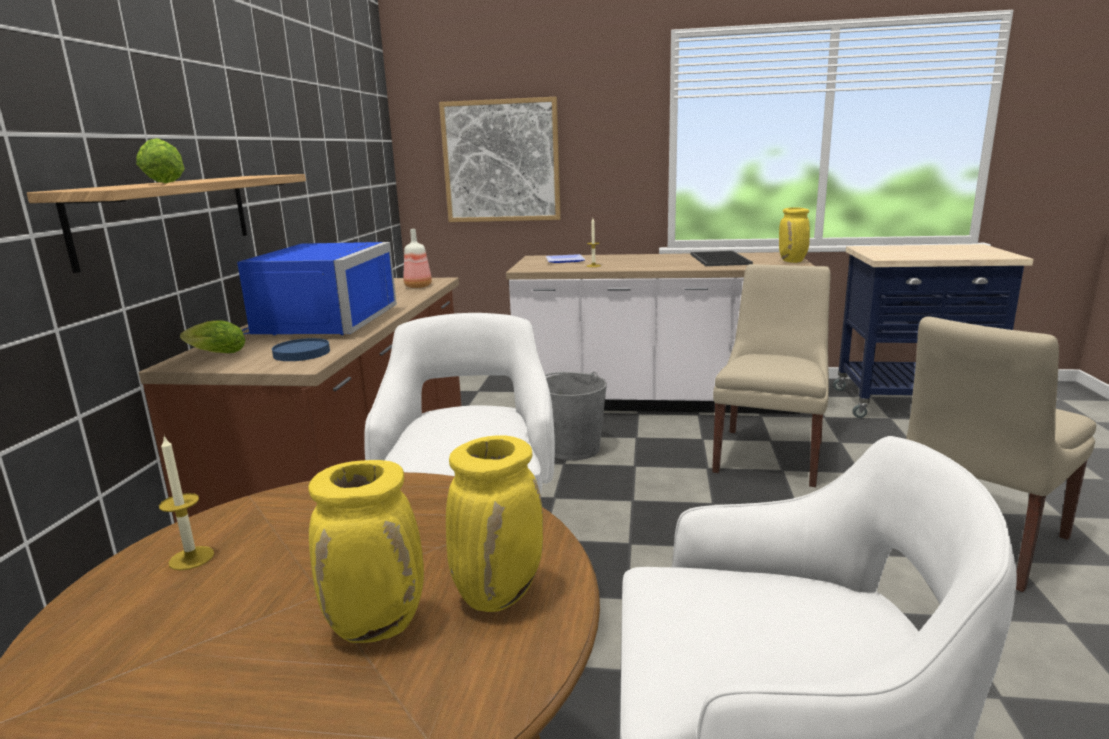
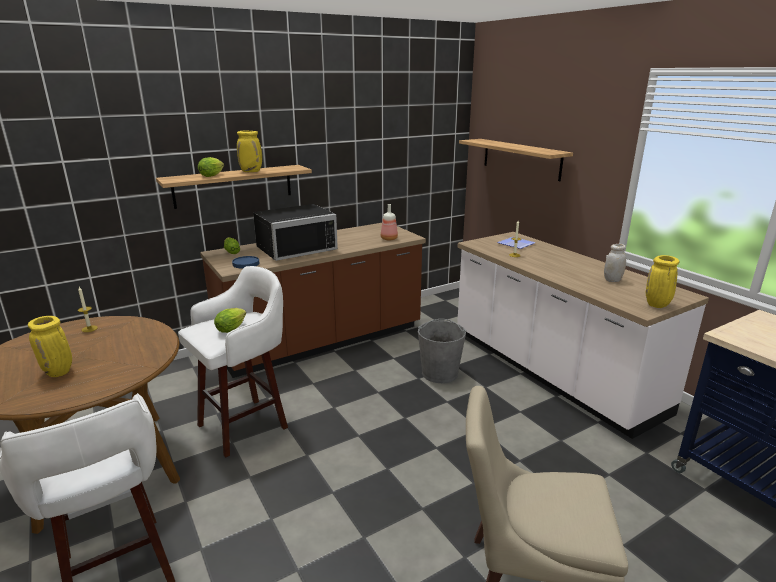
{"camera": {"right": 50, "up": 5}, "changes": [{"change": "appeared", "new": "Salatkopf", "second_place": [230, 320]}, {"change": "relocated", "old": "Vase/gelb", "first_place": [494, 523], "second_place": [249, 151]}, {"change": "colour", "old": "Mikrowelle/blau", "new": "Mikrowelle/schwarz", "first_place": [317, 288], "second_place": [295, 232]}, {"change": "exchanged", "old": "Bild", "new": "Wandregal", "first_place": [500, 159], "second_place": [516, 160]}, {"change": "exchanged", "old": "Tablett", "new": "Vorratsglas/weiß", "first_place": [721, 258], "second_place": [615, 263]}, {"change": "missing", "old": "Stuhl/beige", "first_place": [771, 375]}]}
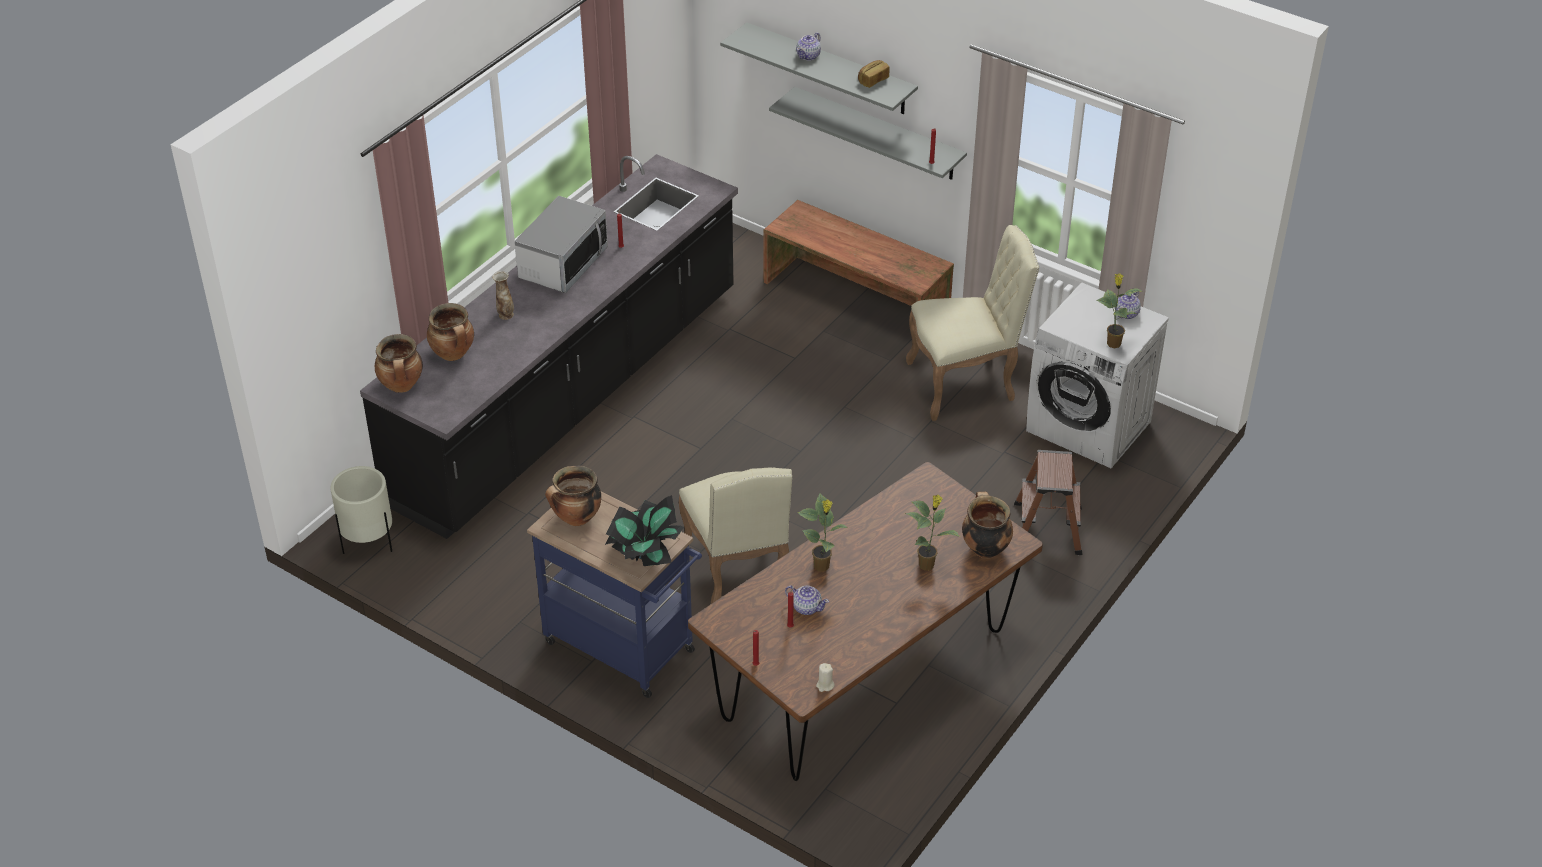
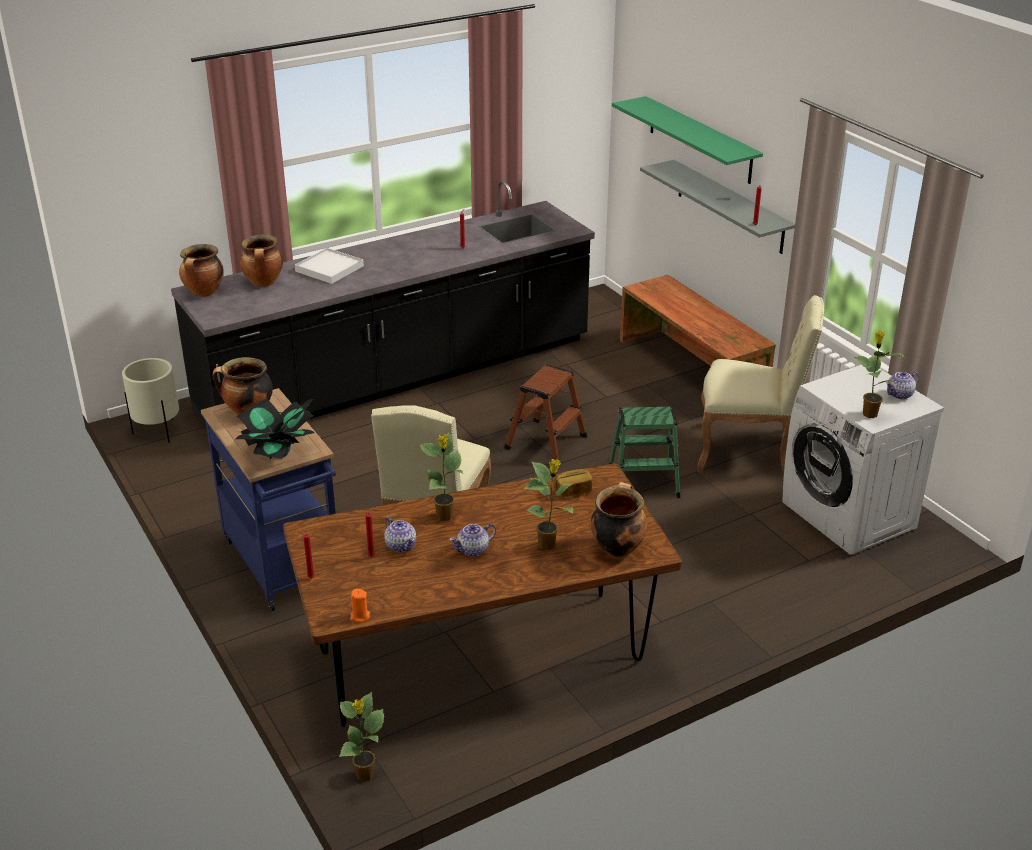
{"camera": {"right": 25, "up": -10}, "changes": [{"change": "exchanged", "old": "Vase", "new": "Tablett/weiß", "first_place": [503, 295], "second_place": [329, 266]}, {"change": "appeared", "new": "Topfpflanze", "second_place": [361, 737]}, {"change": "colour", "old": "Kerze/beige", "new": "Kerze/orange", "first_place": [825, 677], "second_place": [360, 605]}, {"change": "relocated", "old": "Teekanne", "first_place": [808, 47], "second_place": [472, 540]}, {"change": "relocated", "old": "Trittleiter/braun", "first_place": [1048, 502], "second_place": [546, 412]}, {"change": "relocated", "old": "Brot", "first_place": [874, 74], "second_place": [572, 483]}, {"change": "appeared", "new": "Trittleiter/grün", "second_place": [644, 452]}, {"change": "colour", "old": "Wandregal/grau", "new": "Wandregal/grün", "first_place": [819, 68], "second_place": [687, 140]}, {"change": "missing", "old": "Mikrowelle", "first_place": [561, 244]}]}
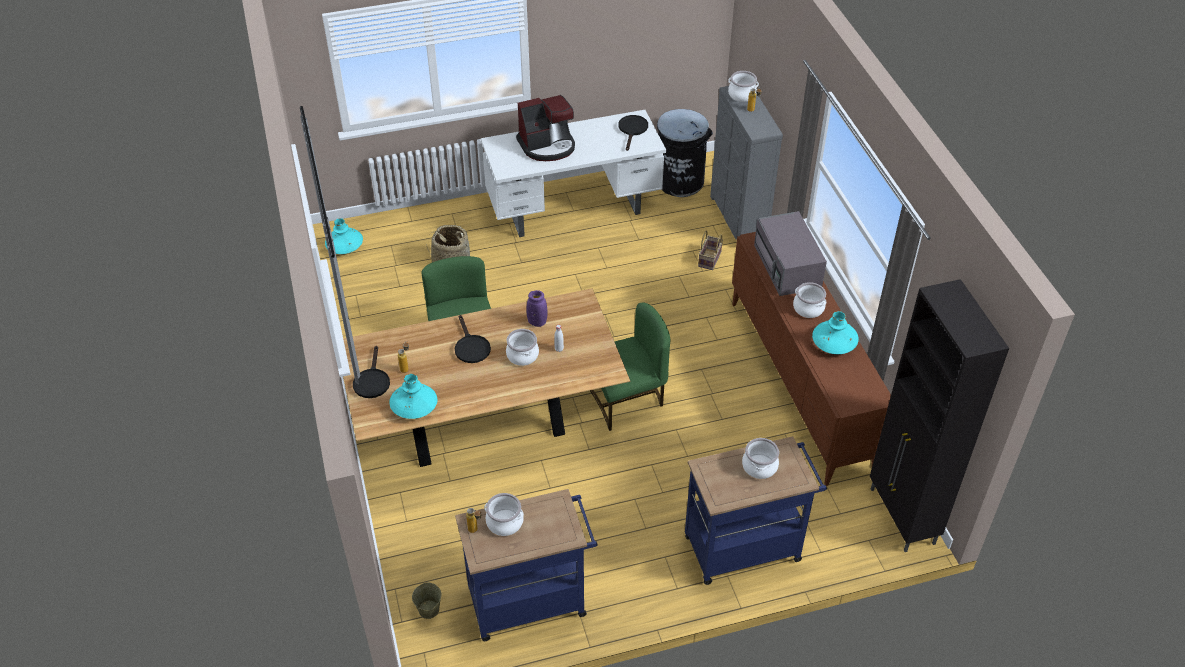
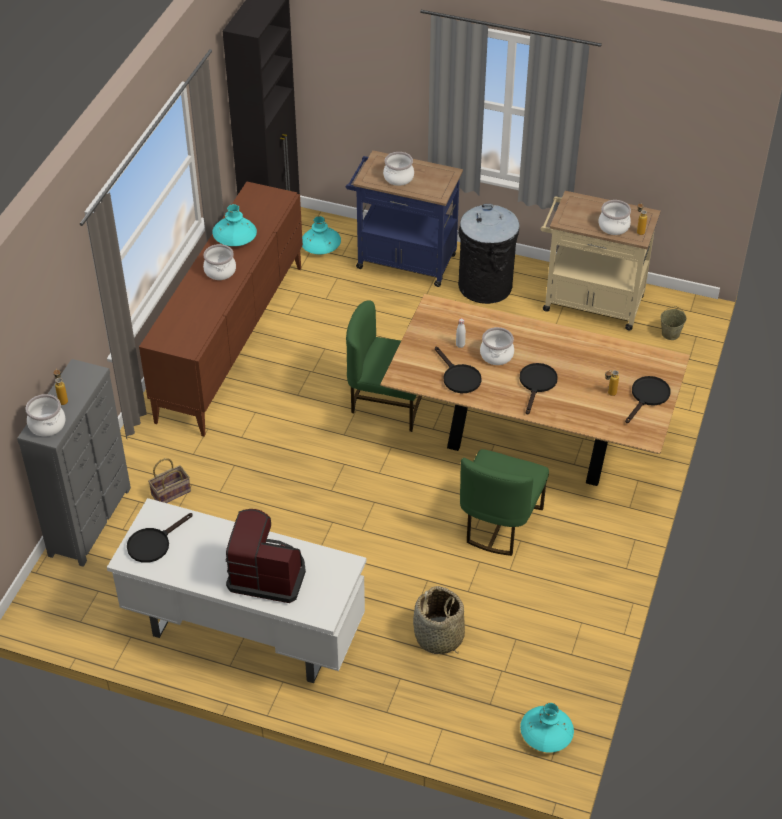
{"camera": {"right": -145, "up": 0}, "changes": [{"change": "relocated", "old": "Vase/türkis", "first_place": [413, 396], "second_place": [321, 235]}, {"change": "exchanged", "old": "Vase/lila", "new": "Pfanne/schwarz", "first_place": [537, 308], "second_place": [458, 370]}, {"change": "relocated", "old": "Mülleimer/schwarz", "first_place": [685, 153], "second_place": [488, 254]}, {"change": "colour", "old": "Rollwagen/blau", "new": "Rollwagen/beige", "first_place": [526, 565], "second_place": [601, 260]}, {"change": "missing", "old": "Mikrowelle/grau", "first_place": [790, 253]}]}
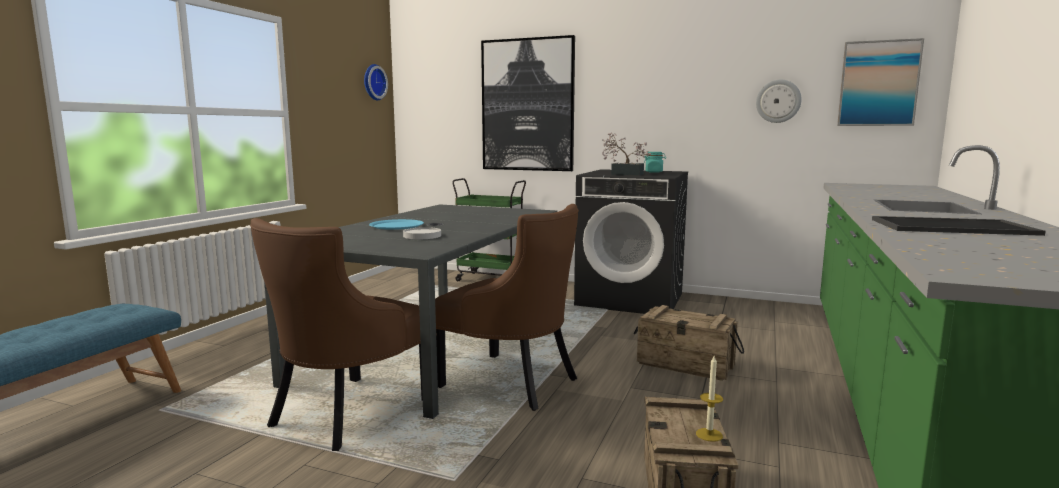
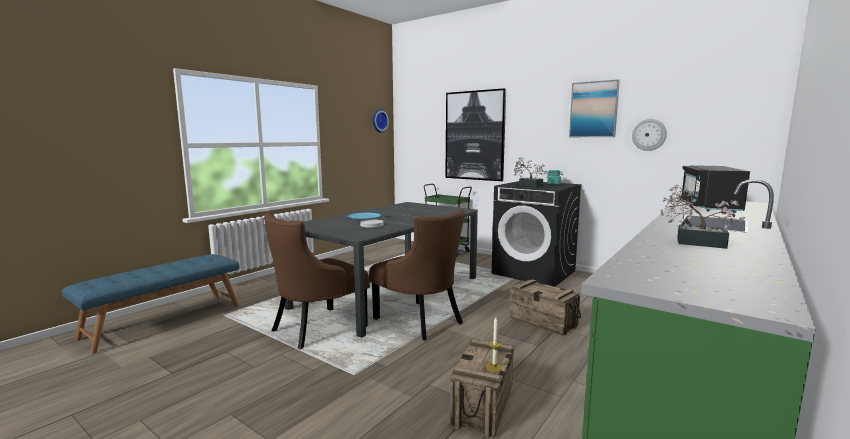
{"camera": {"right": 15, "up": 0}, "changes": [{"change": "relocated", "old": "Bild", "first_place": [880, 82], "second_place": [594, 108]}, {"change": "exchanged", "old": "Tablett", "new": "Topfpflanze", "first_place": [959, 226], "second_place": [702, 216]}, {"change": "appeared", "new": "Mikrowelle/schwarz", "second_place": [715, 189]}]}
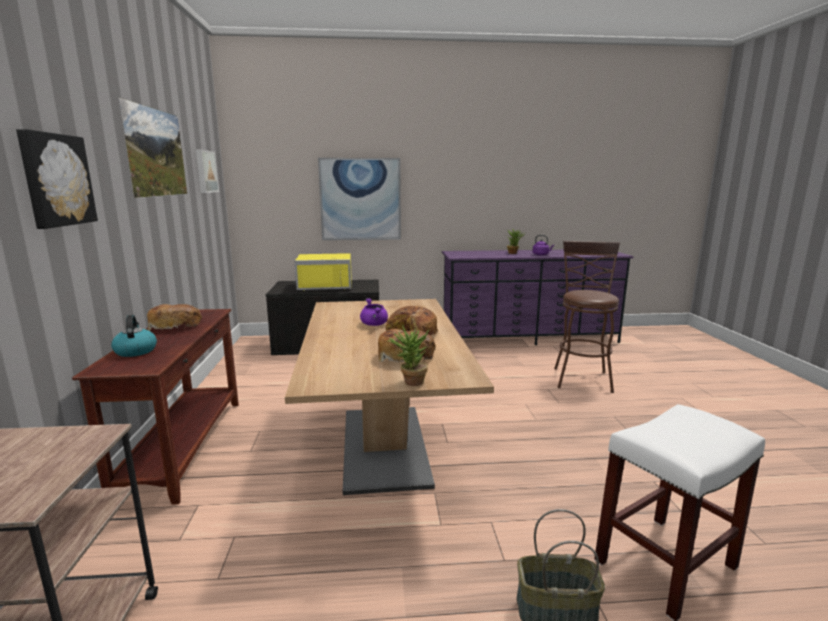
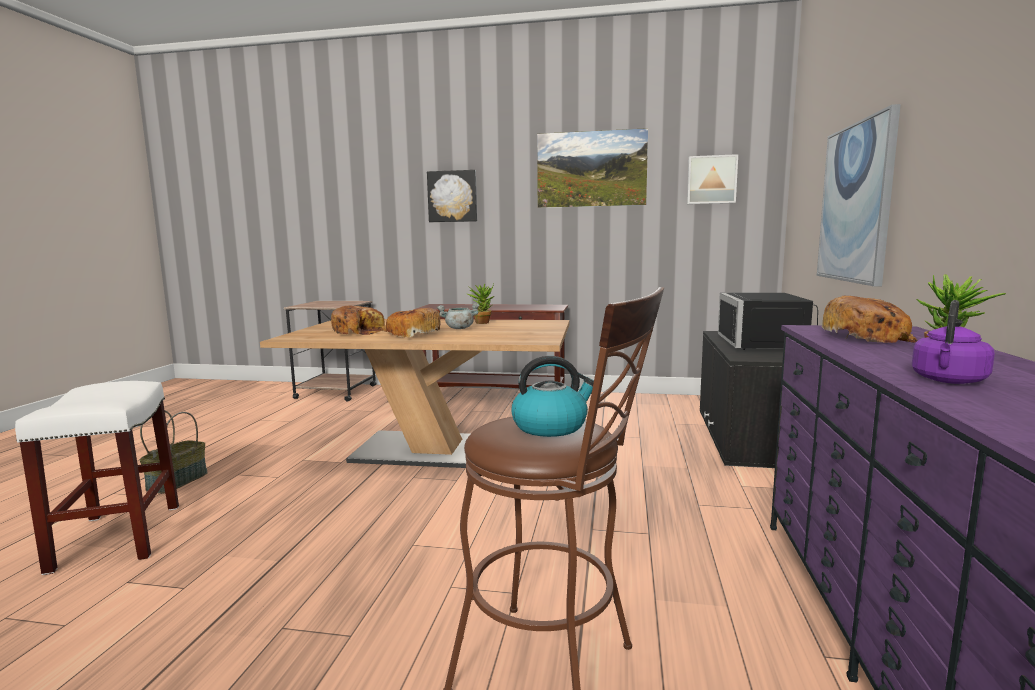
{"camera": {"right": 105, "up": -5}, "changes": [{"change": "colour", "old": "Kochtopf/lila", "new": "Kochtopf/grau", "first_place": [374, 312], "second_place": [458, 316]}, {"change": "relocated", "old": "Topfpflanze", "first_place": [408, 355], "second_place": [481, 303]}, {"change": "relocated", "old": "Wasserkessel", "first_place": [134, 336], "second_place": [553, 396]}, {"change": "colour", "old": "Mikrowelle/gelb", "new": "Mikrowelle/schwarz", "first_place": [323, 272], "second_place": [768, 321]}, {"change": "relocated", "old": "Brot", "first_place": [174, 317], "second_place": [869, 319]}]}
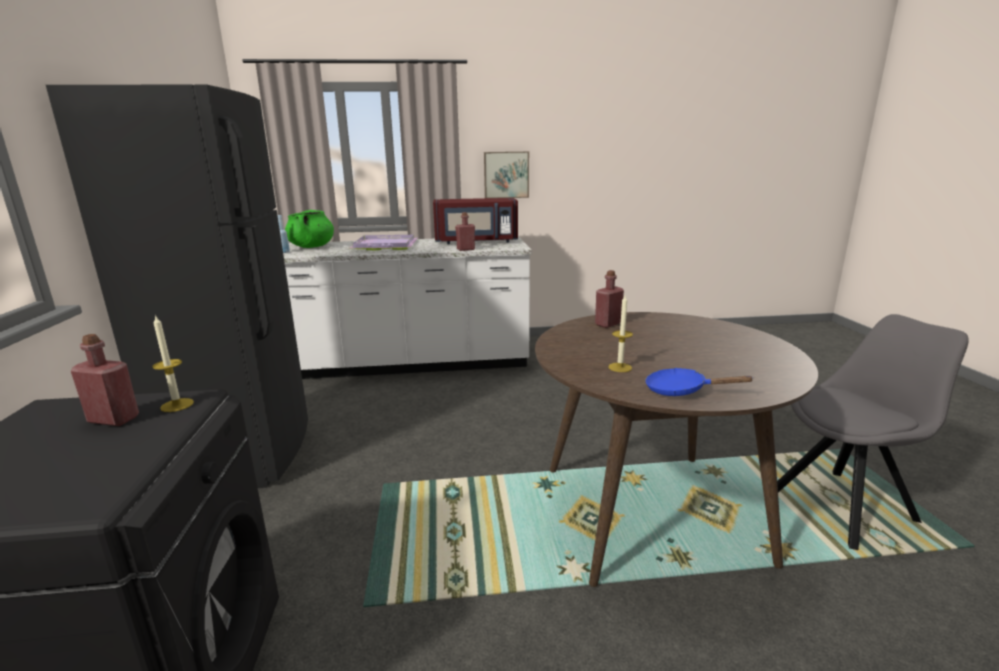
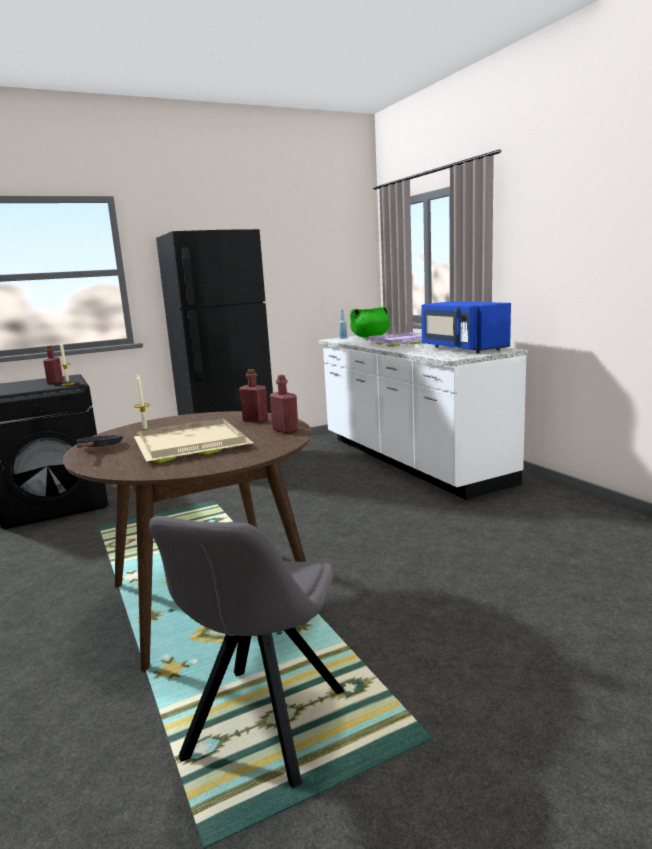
{"camera": {"right": 70, "up": -5}, "changes": [{"change": "colour", "old": "Pfanne/blau", "new": "Pfanne/schwarz", "first_place": [699, 382], "second_place": [100, 441]}, {"change": "appeared", "new": "Tablett/beige", "second_place": [193, 440]}, {"change": "spun", "old": "Stuhl/grau", "first_place": [873, 432], "second_place": [246, 652], "degrees": 60}, {"change": "relocated", "old": "Flasche/rot", "first_place": [465, 231], "second_place": [284, 404]}, {"change": "colour", "old": "Mikrowelle/rot", "new": "Mikrowelle/blau", "first_place": [475, 221], "second_place": [466, 327]}, {"change": "missing", "old": "Bild", "first_place": [506, 175]}]}
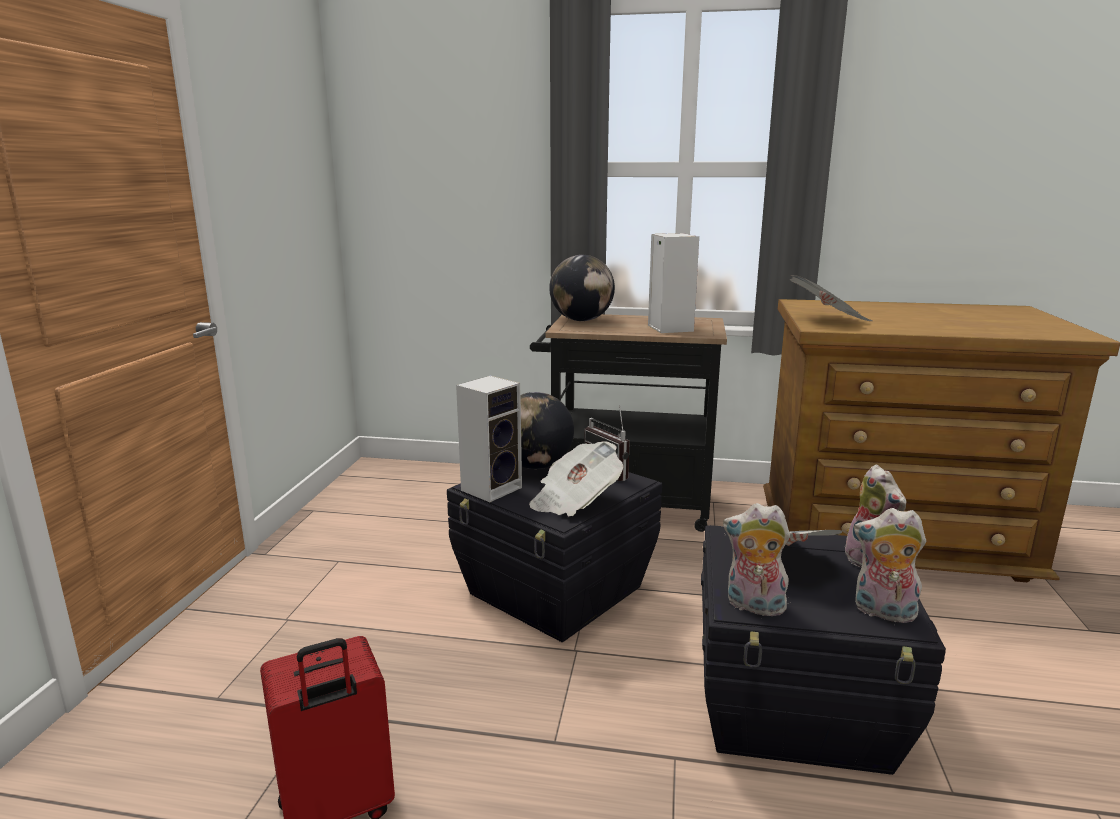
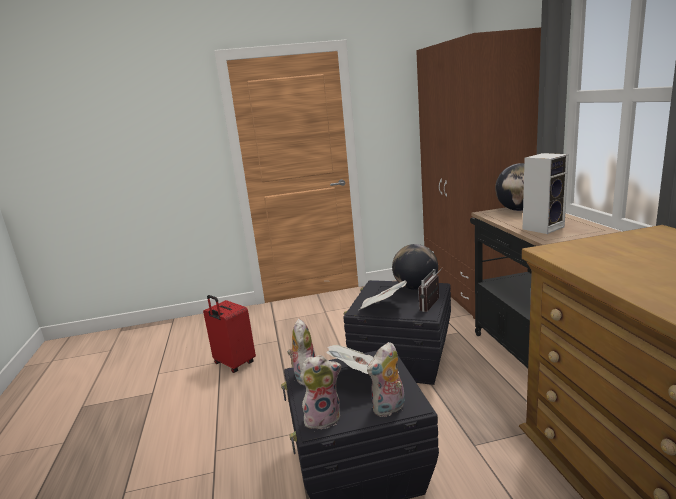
{"camera": {"right": 70, "up": 0}, "changes": [{"change": "spun", "old": "Plüschtier", "first_place": [890, 565], "second_place": [321, 392], "degrees": 75}, {"change": "appeared", "new": "Kleiderschrank/braun", "second_place": [478, 173]}, {"change": "missing", "old": "Lautsprecher", "first_place": [489, 439]}, {"change": "missing", "old": "Zeitung", "first_place": [831, 298]}]}
